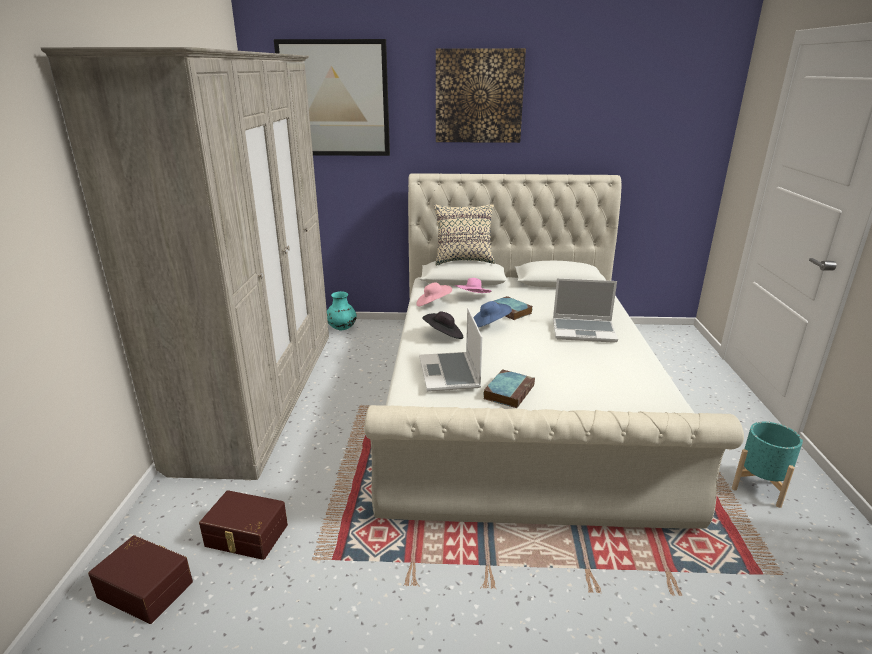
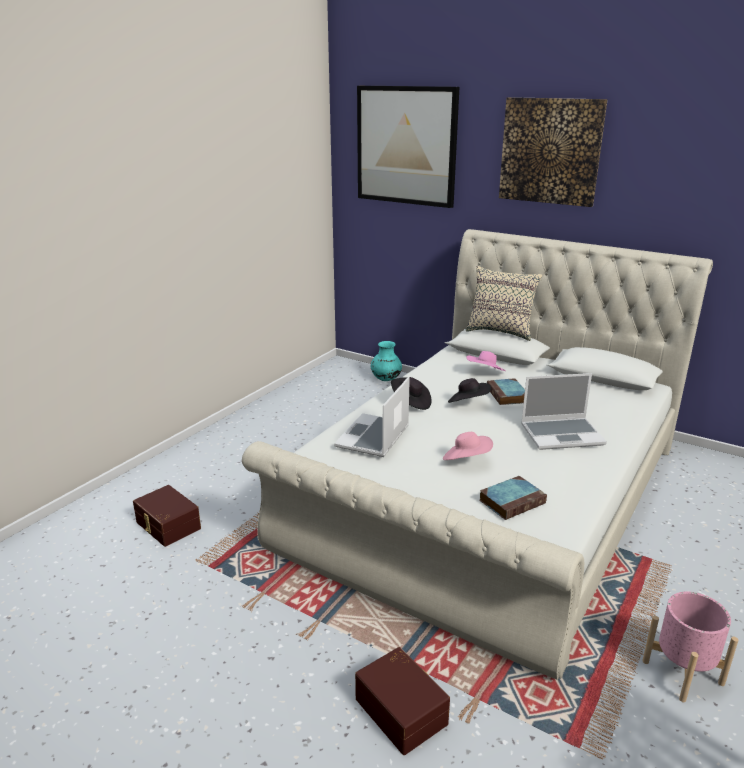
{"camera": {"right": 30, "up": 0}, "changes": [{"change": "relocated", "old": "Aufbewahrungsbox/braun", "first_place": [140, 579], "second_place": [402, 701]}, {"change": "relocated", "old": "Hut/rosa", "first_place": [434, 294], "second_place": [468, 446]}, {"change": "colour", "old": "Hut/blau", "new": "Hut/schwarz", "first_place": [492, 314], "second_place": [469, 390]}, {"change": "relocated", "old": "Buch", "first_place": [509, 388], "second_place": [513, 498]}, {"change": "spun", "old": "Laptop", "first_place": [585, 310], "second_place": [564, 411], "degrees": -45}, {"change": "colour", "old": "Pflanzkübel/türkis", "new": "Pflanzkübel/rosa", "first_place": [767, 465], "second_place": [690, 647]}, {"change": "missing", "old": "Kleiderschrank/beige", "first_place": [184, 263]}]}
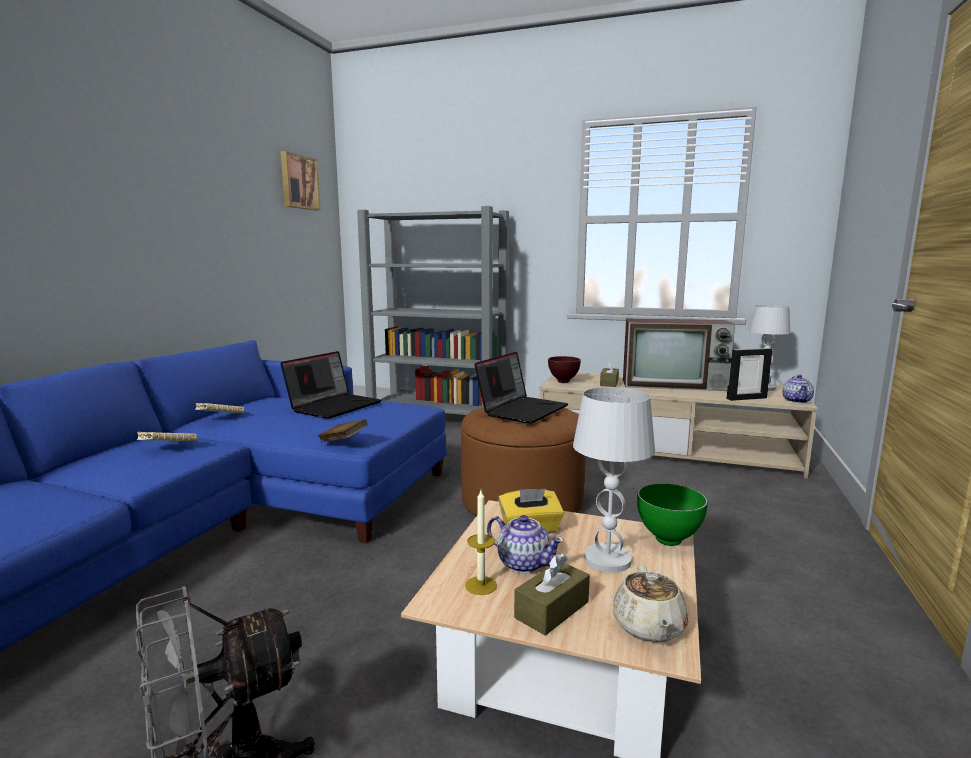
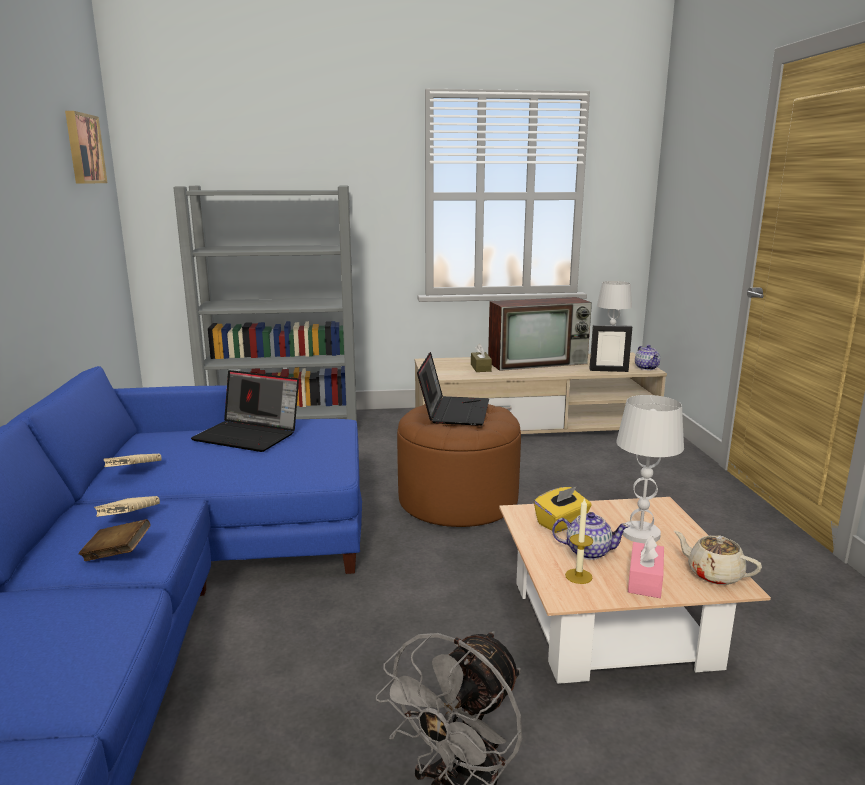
{"camera": {"right": -25, "up": 5}, "changes": [{"change": "relocated", "old": "Buch/braun", "first_place": [343, 430], "second_place": [114, 540]}, {"change": "spun", "old": "Laptop", "first_place": [330, 385], "second_place": [245, 411], "degrees": 105}, {"change": "spun", "old": "Bilderrahmen", "first_place": [749, 374], "second_place": [610, 348], "degrees": 45}, {"change": "colour", "old": "Taschentuchbox/braun", "new": "Taschentuchbox/rosa", "first_place": [552, 594], "second_place": [646, 566]}, {"change": "spun", "old": "Teekanne/beige", "first_place": [650, 603], "second_place": [718, 558], "degrees": 150}, {"change": "missing", "old": "Schüssel/braun", "first_place": [564, 369]}, {"change": "missing", "old": "Schüssel/grün", "first_place": [672, 514]}]}
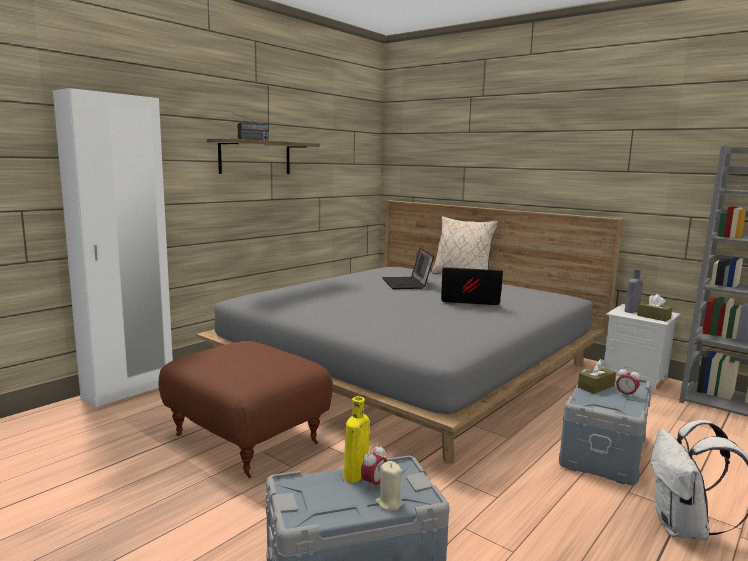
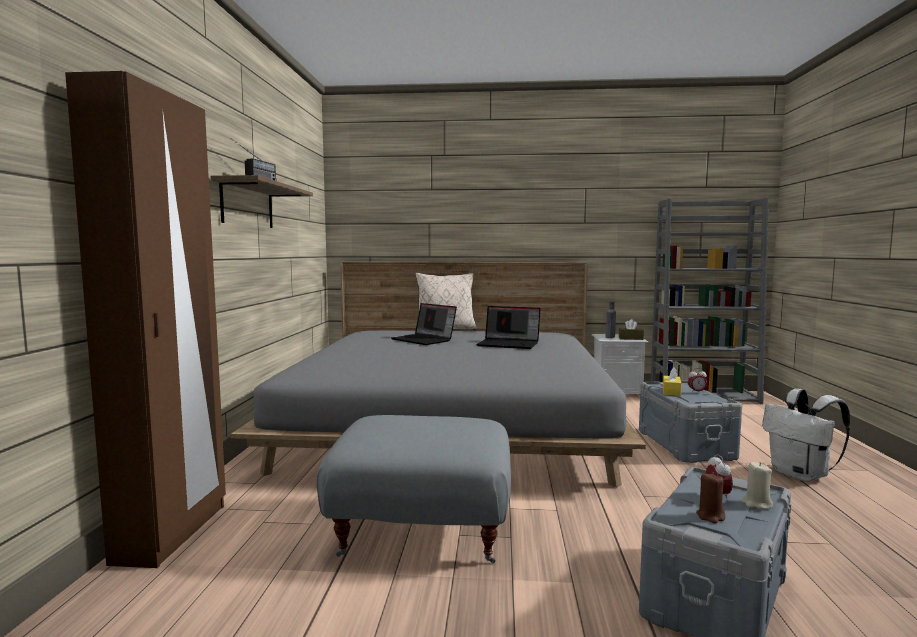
{"camera": {"right": -35, "up": -5}, "changes": [{"change": "colour", "old": "Kleiderschrank/weiß", "new": "Kleiderschrank/braun", "first_place": [113, 248], "second_place": [145, 319]}, {"change": "colour", "old": "Polsterhocker/braun", "new": "Polsterhocker/grau", "first_place": [245, 409], "second_place": [414, 489]}, {"change": "spun", "old": "Laptop", "first_place": [472, 286], "second_place": [508, 327], "degrees": -135}, {"change": "colour", "old": "Taschentuchbox/braun", "new": "Taschentuchbox/gelb", "first_place": [597, 376], "second_place": [672, 381]}, {"change": "appeared", "new": "Kerze/braun", "second_place": [710, 498]}, {"change": "missing", "old": "Flasche/gelb", "first_place": [356, 439]}]}
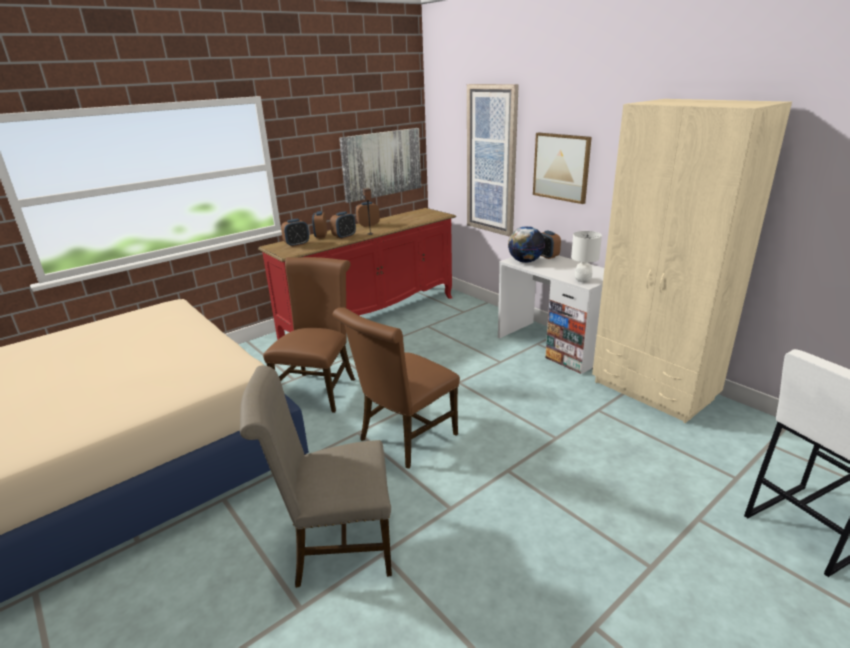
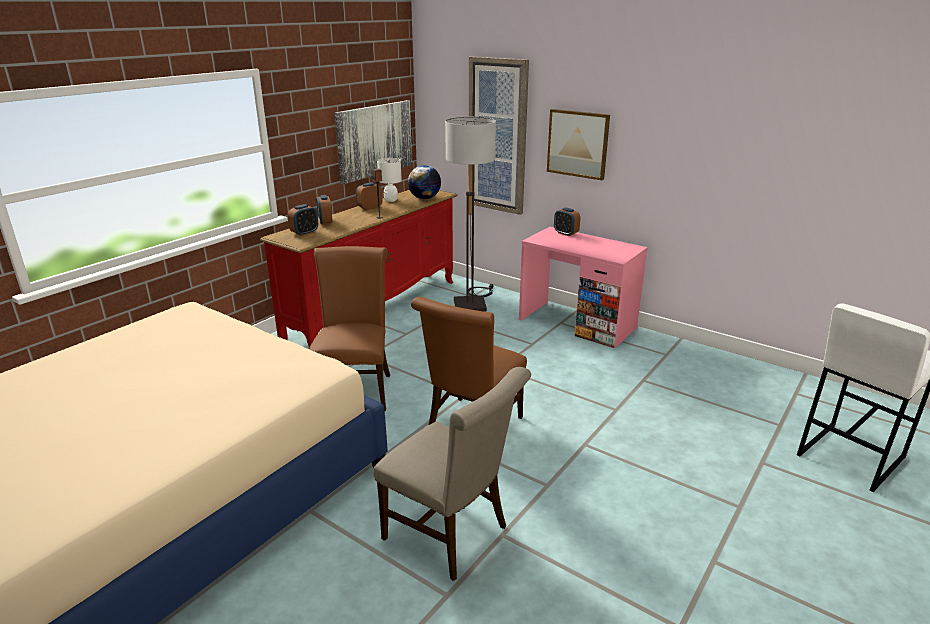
{"camera": {"right": -15, "up": 0}, "changes": [{"change": "spun", "old": "Stuhl/beige", "first_place": [316, 476], "second_place": [452, 474], "degrees": -120}, {"change": "relocated", "old": "Tischlampe/weiß", "first_place": [586, 256], "second_place": [389, 180]}, {"change": "relocated", "old": "Globus", "first_place": [526, 244], "second_place": [424, 182]}, {"change": "appeared", "new": "Stehlampe", "second_place": [470, 214]}, {"change": "colour", "old": "Schreibtisch/weiß", "new": "Schreibtisch/rosa", "first_place": [551, 314], "second_place": [583, 287]}, {"change": "missing", "old": "Wecker", "first_place": [343, 225]}, {"change": "missing", "old": "Kleiderschrank/beige", "first_place": [692, 261]}]}
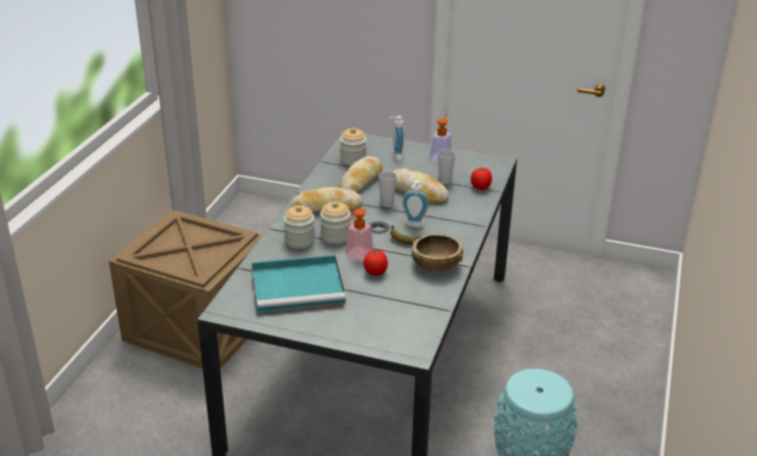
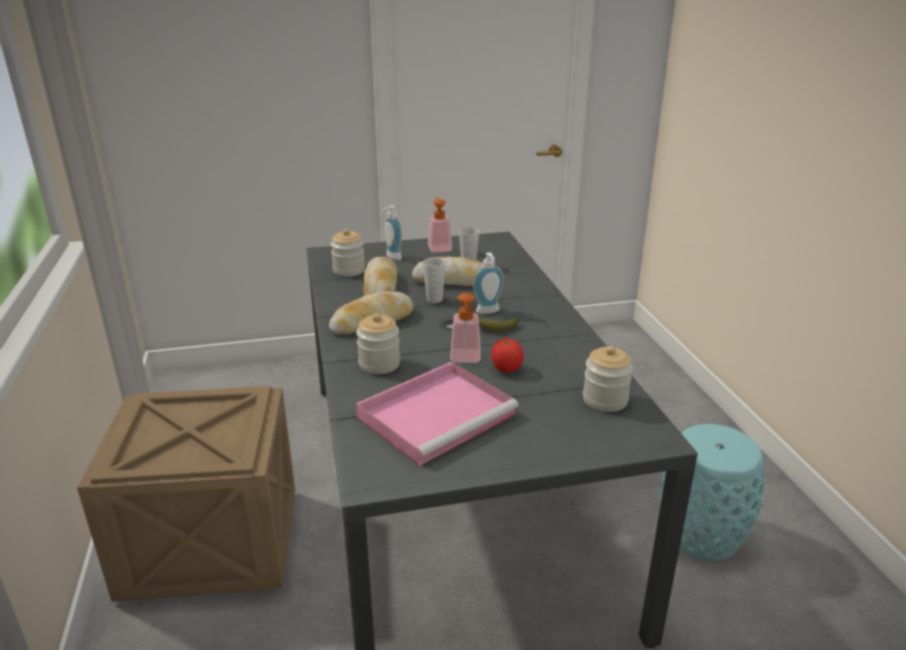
{"camera": {"right": -30, "up": -5}, "changes": [{"change": "colour", "old": "Tablett/türkis", "new": "Tablett/rosa", "first_place": [299, 284], "second_place": [437, 414]}, {"change": "relocated", "old": "Vorratsglas", "first_place": [335, 223], "second_place": [608, 379]}, {"change": "missing", "old": "Schüssel/braun", "first_place": [437, 252]}, {"change": "missing", "old": "Tomate", "first_place": [481, 179]}]}
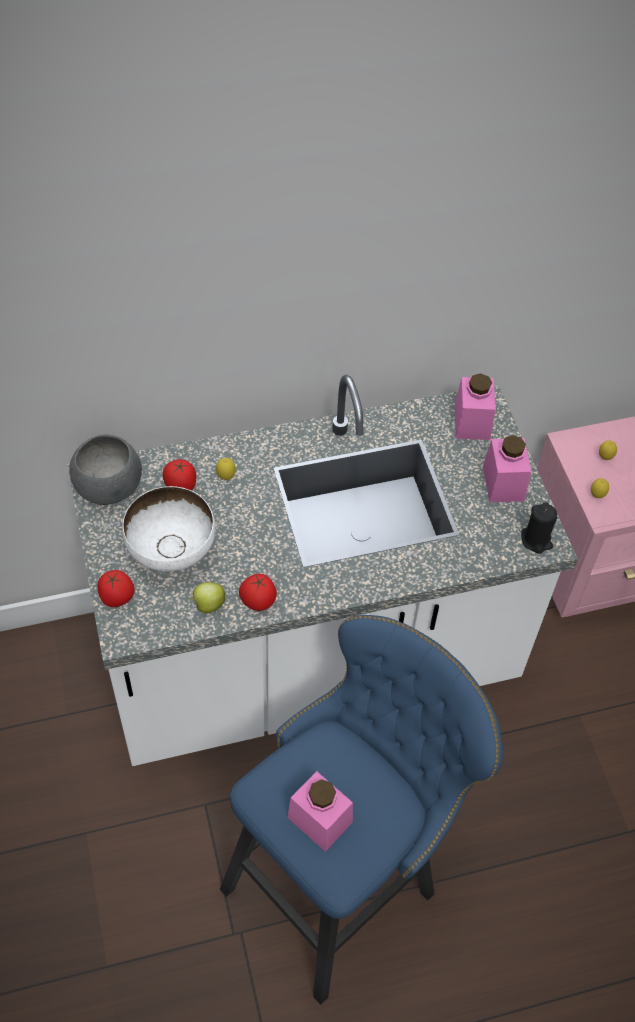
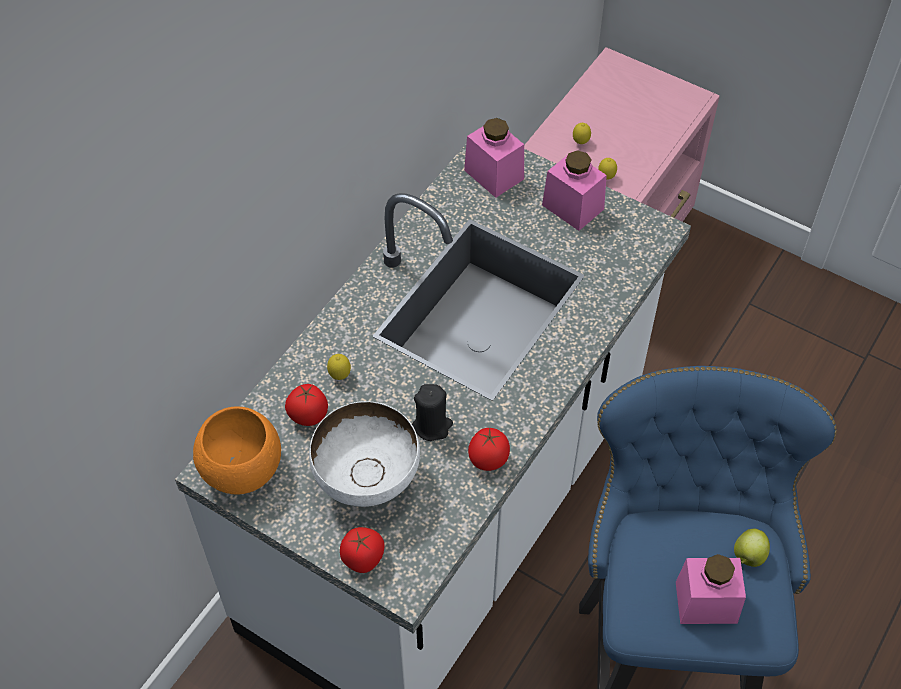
{"camera": {"right": -40, "up": 0}, "changes": [{"change": "colour", "old": "Schüssel/grau", "new": "Schüssel/orange", "first_place": [105, 470], "second_place": [237, 450]}, {"change": "relocated", "old": "Kerze/schwarz", "first_place": [539, 528], "second_place": [432, 412]}, {"change": "relocated", "old": "Apfel", "first_place": [207, 597], "second_place": [752, 548]}]}
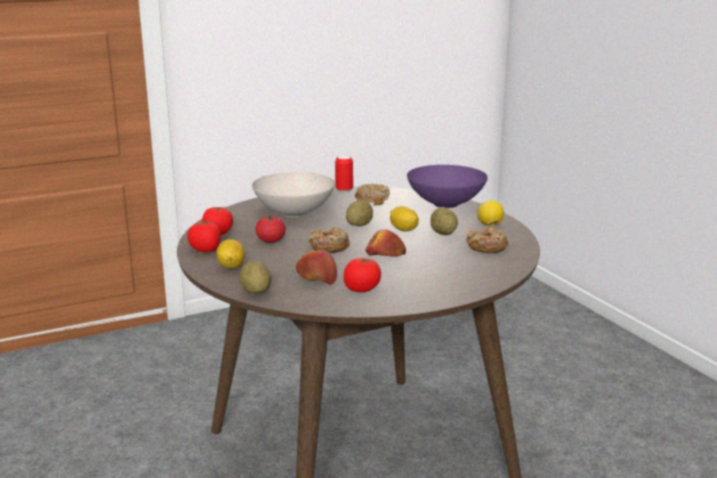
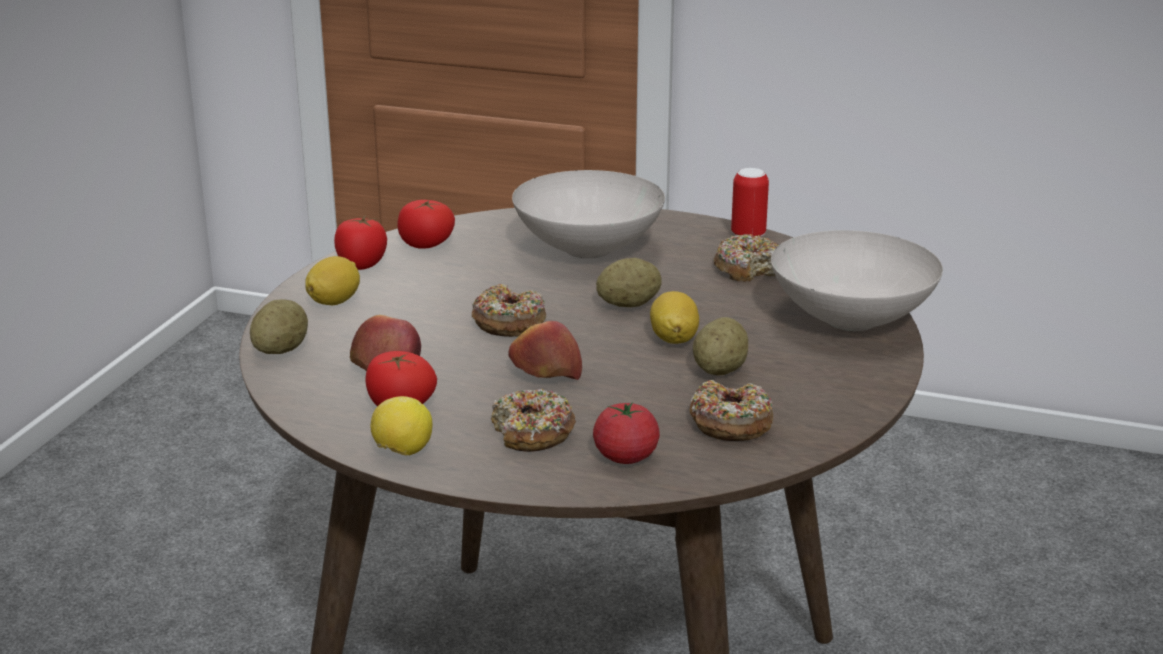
{"camera": {"right": 45, "up": 5}, "changes": [{"change": "relocated", "old": "Zitrone", "first_place": [490, 213], "second_place": [401, 426]}, {"change": "appeared", "new": "Donut", "second_place": [533, 420]}, {"change": "relocated", "old": "Tomate", "first_place": [270, 229], "second_place": [626, 433]}, {"change": "colour", "old": "Schüssel/lila", "new": "Schüssel/weiß", "first_place": [447, 186], "second_place": [857, 280]}]}
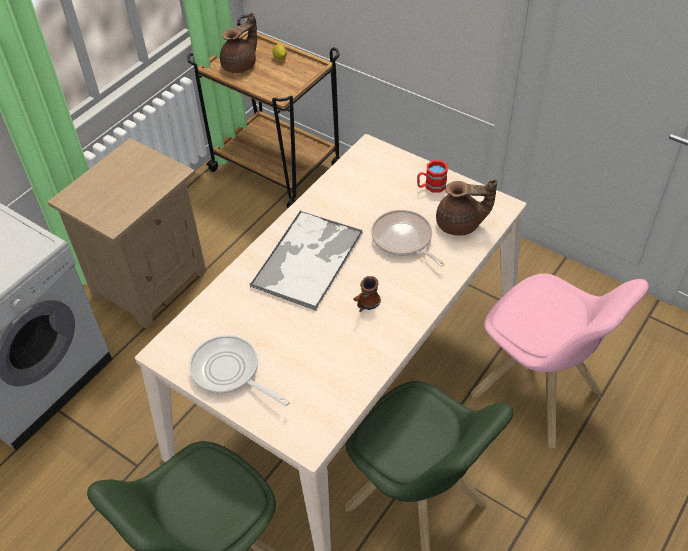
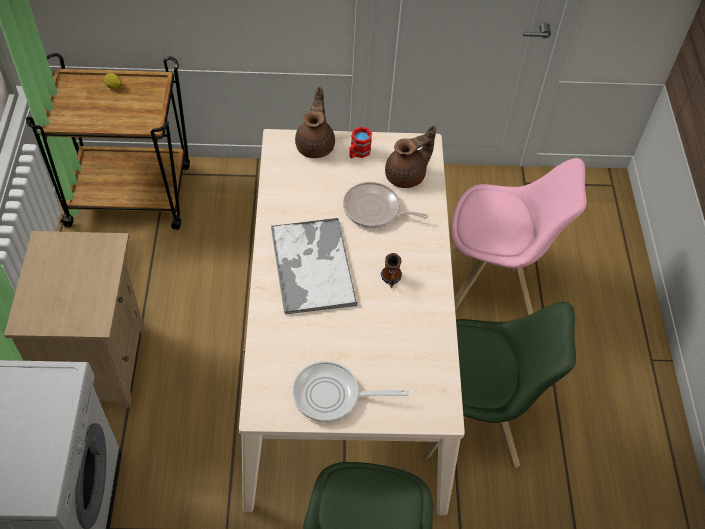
{"camera": {"right": -40, "up": 5}, "changes": [{"change": "relocated", "old": "Teekanne/braun", "first_place": [238, 42], "second_place": [315, 122]}]}
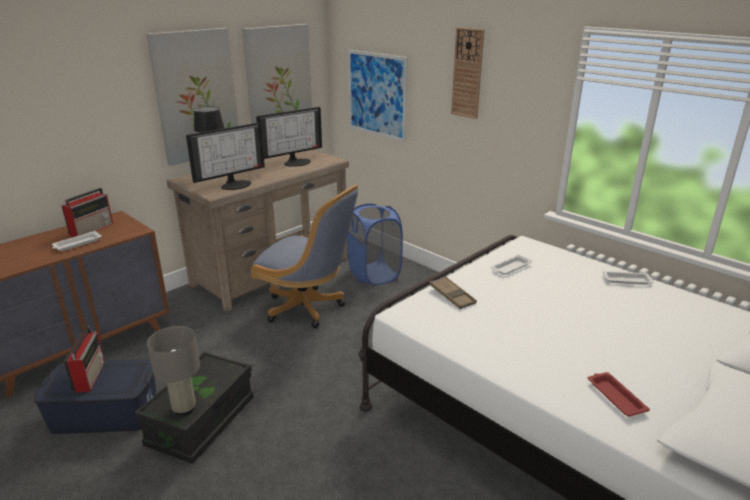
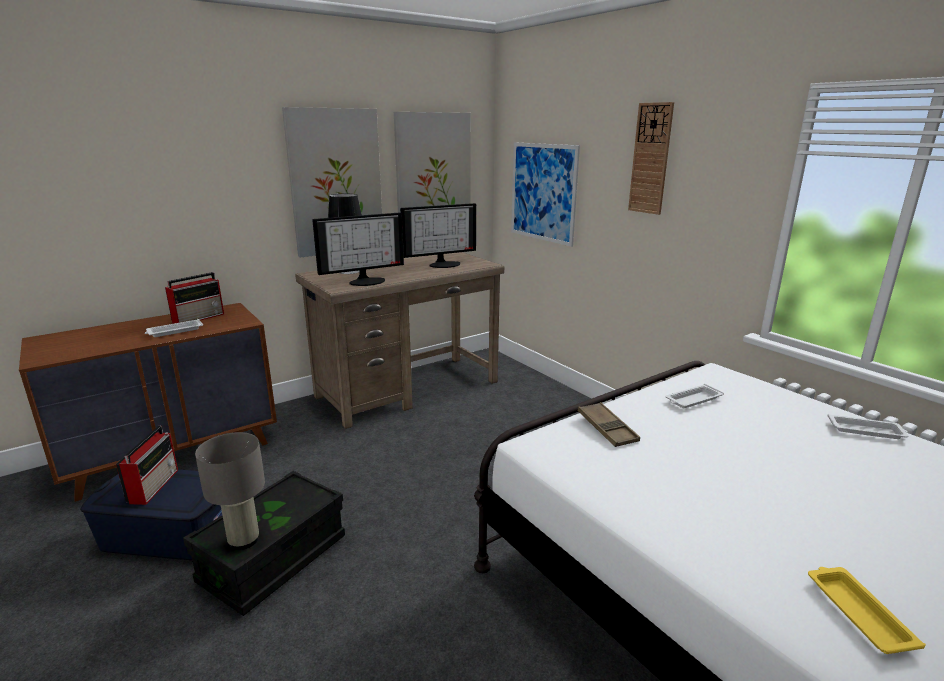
{"camera": {"right": 10, "up": -5}, "changes": [{"change": "colour", "old": "Tablett/rot", "new": "Tablett/gelb", "first_place": [619, 394], "second_place": [867, 610]}, {"change": "missing", "old": "Bürostuhl/blau", "first_place": [304, 256]}, {"change": "missing", "old": "Wäschekorb/blau", "first_place": [375, 244]}]}
